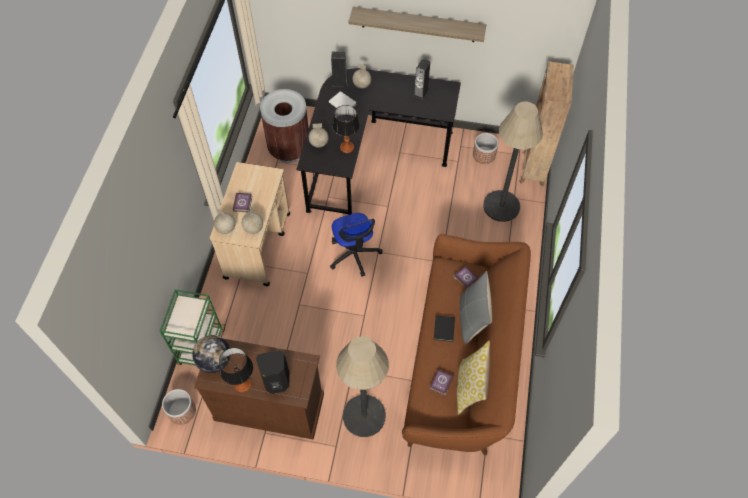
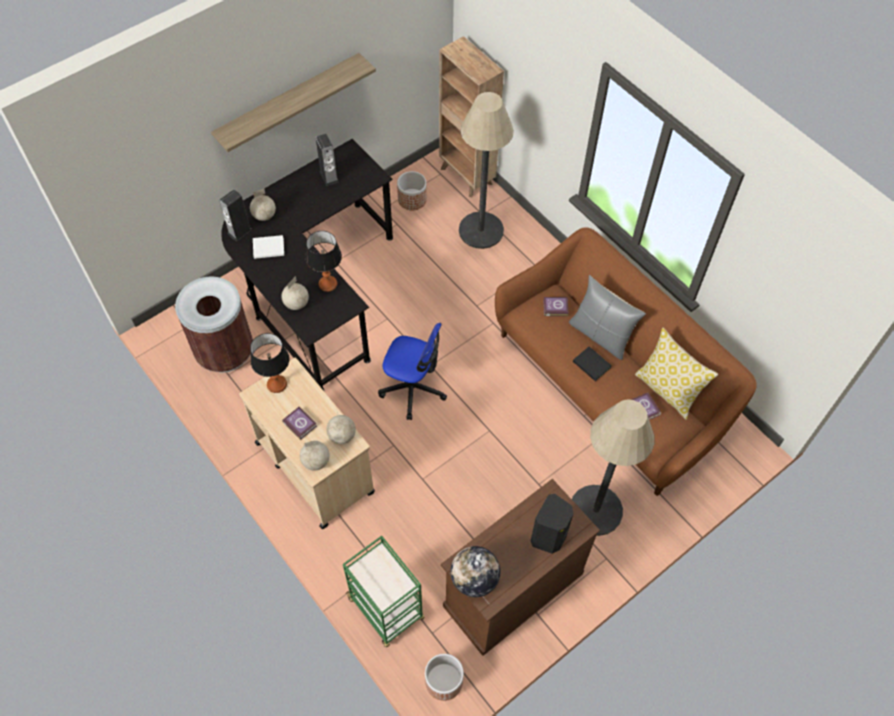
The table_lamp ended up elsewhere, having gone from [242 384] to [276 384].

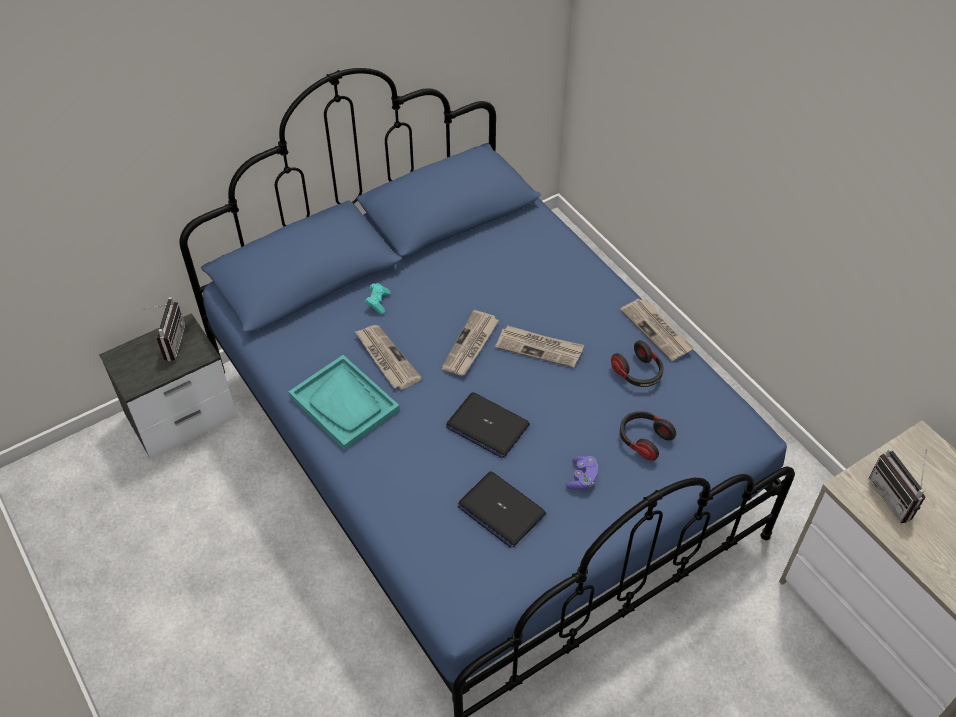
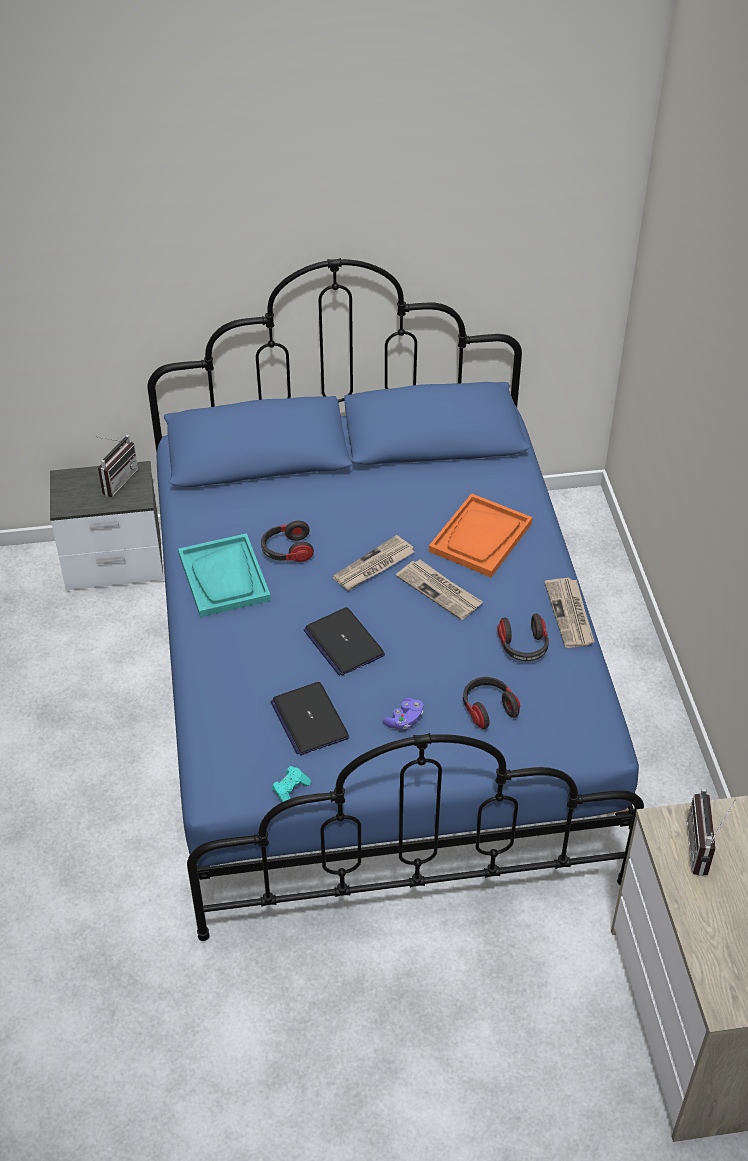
The turquoise_game_controller ended up elsewhere, having gone from [378 302] to [290 791]. Where the newspaper stood at [386 358], the headphones came to stand at [287 551]. The second view gained the orange_tray at [480 538].

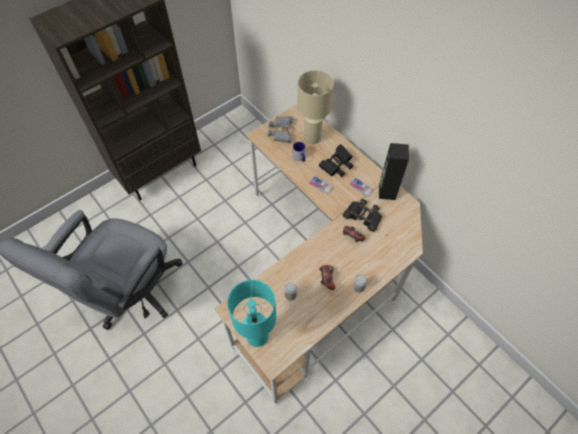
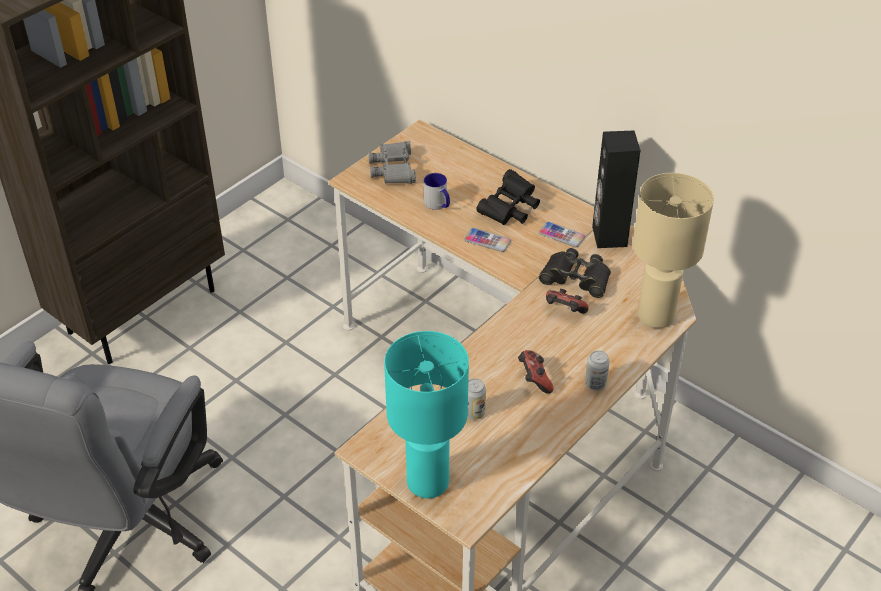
The beige_table_lamp ended up elsewhere, having gone from [311 138] to [655 317].

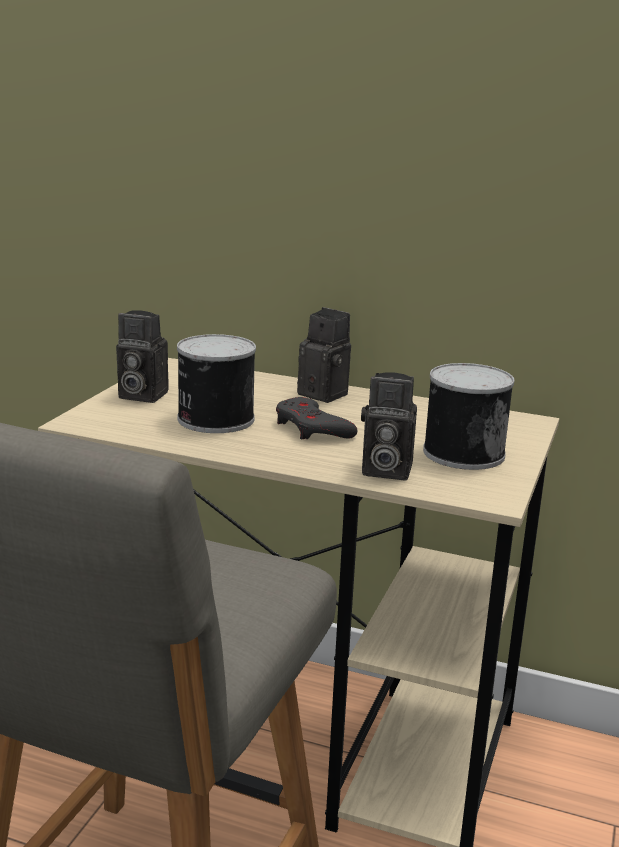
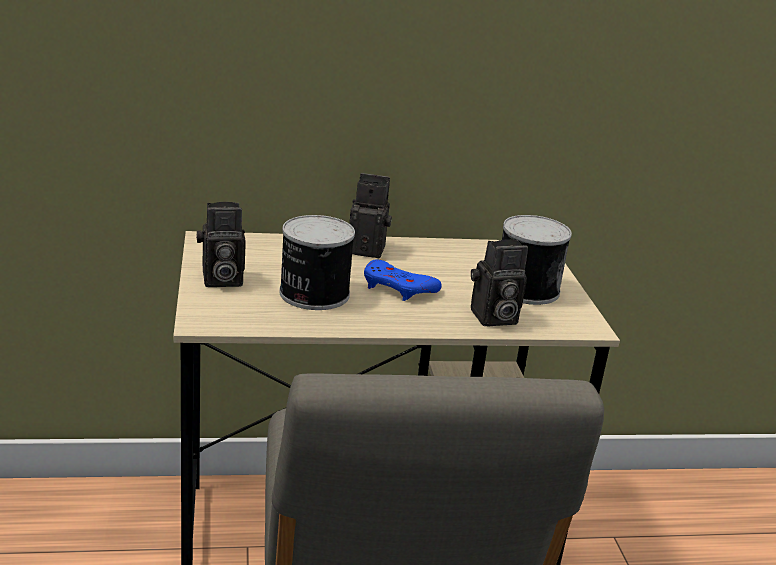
What was the grey_game_controller at [312 428] turned into the blue_game_controller at [398 287].

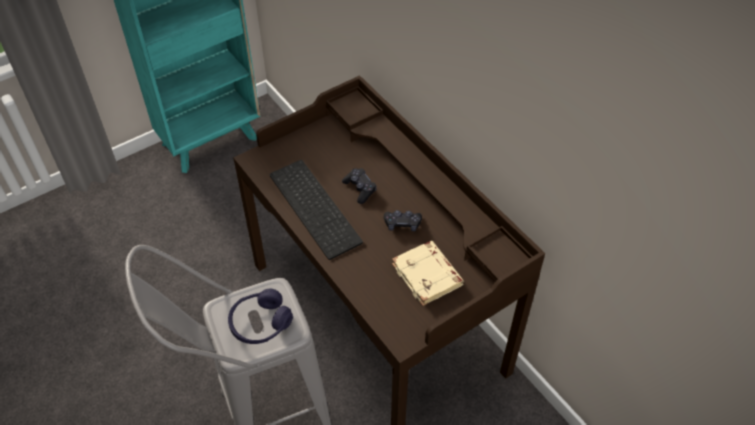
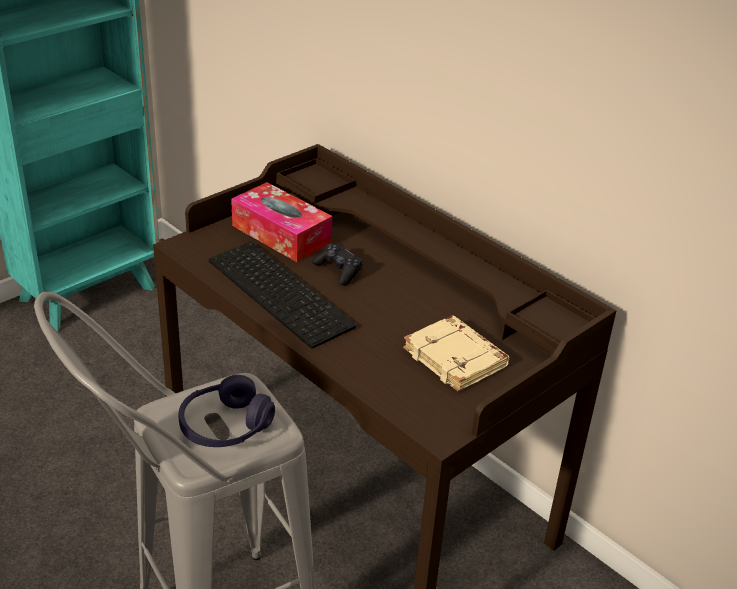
The second view lost the black_game_controller at [402 224]. The second view gained the tissue_box at [281 234].

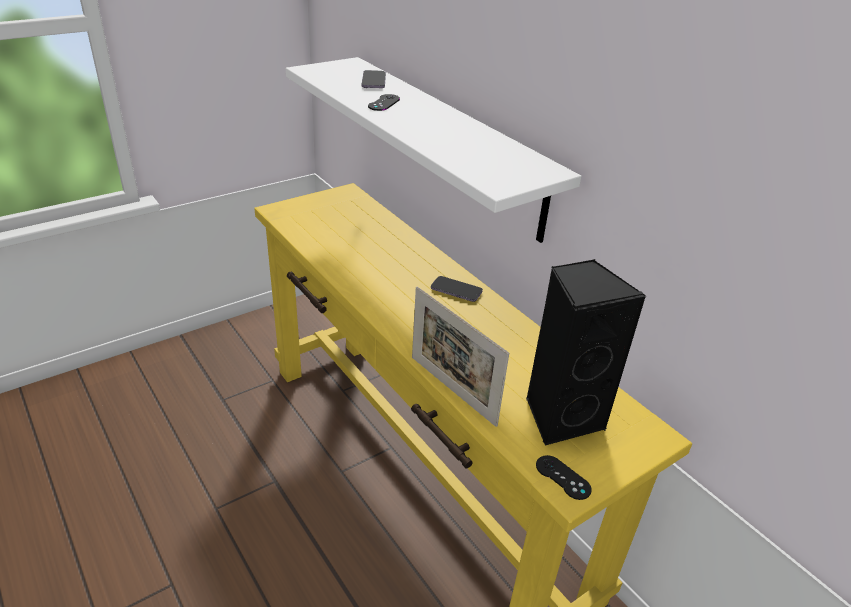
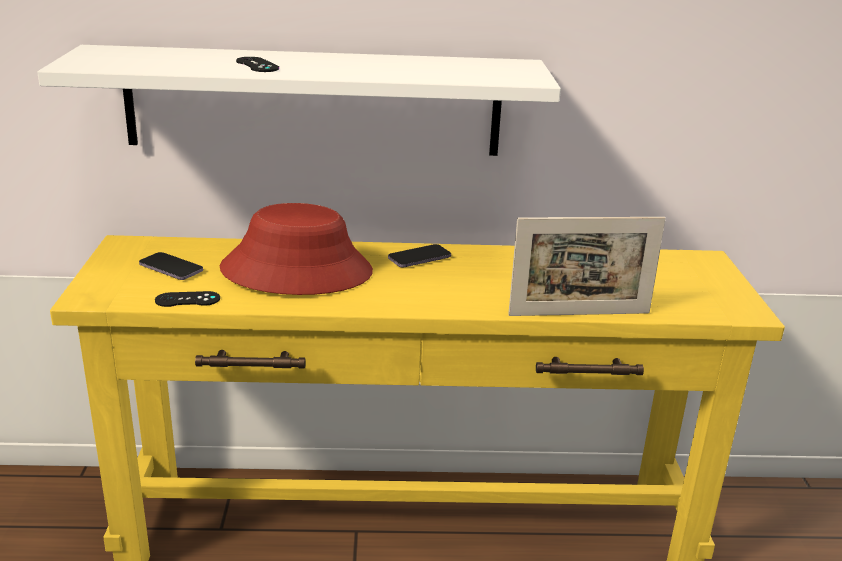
The phone ended up elsewhere, having gone from [373 81] to [171 268]. The second view lost the black_speaker at [561 416]. The black_game_controller ended up elsewhere, having gone from [563 477] to [187 299]. The second view gained the red_hat at [297 271].

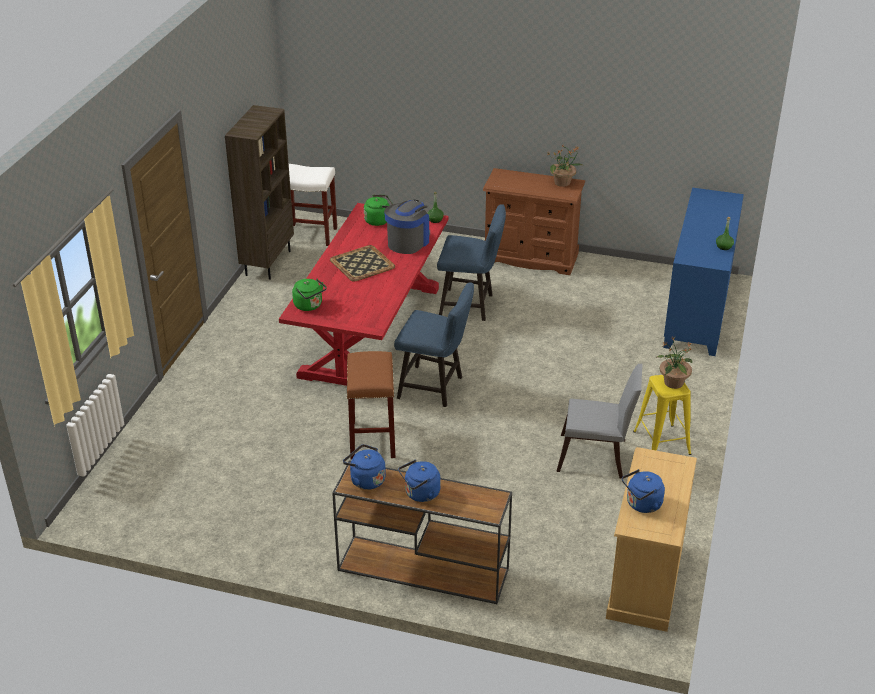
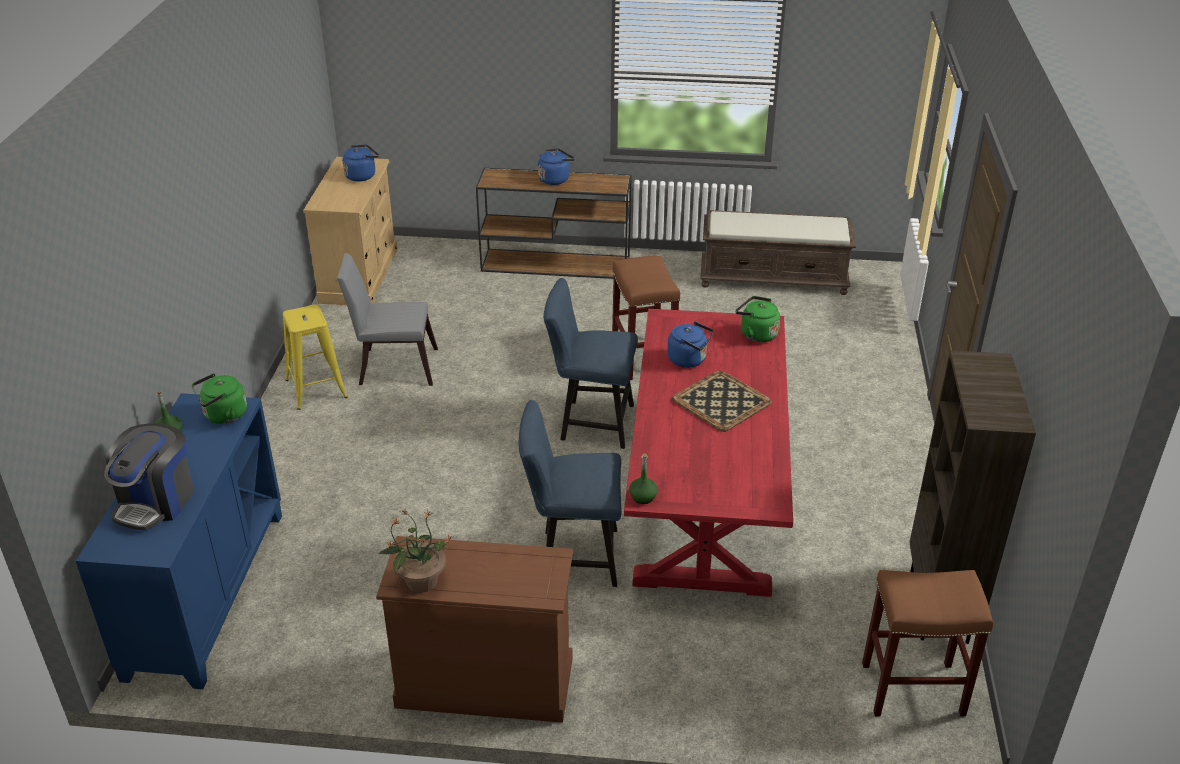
What was the white_stool at [311 235] turned into the brown_stool at [911 689]. The green_kettle ended up elsewhere, having gone from [379 220] to [223 416]. The coffee_machine ended up elsewhere, having gone from [408 242] to [156 502]. The second view lost the potted_plant at [673 383]. The blue_kettle ended up elsewhere, having gone from [365 480] to [689 360]. The second view gained the brown_bench at [774 278].

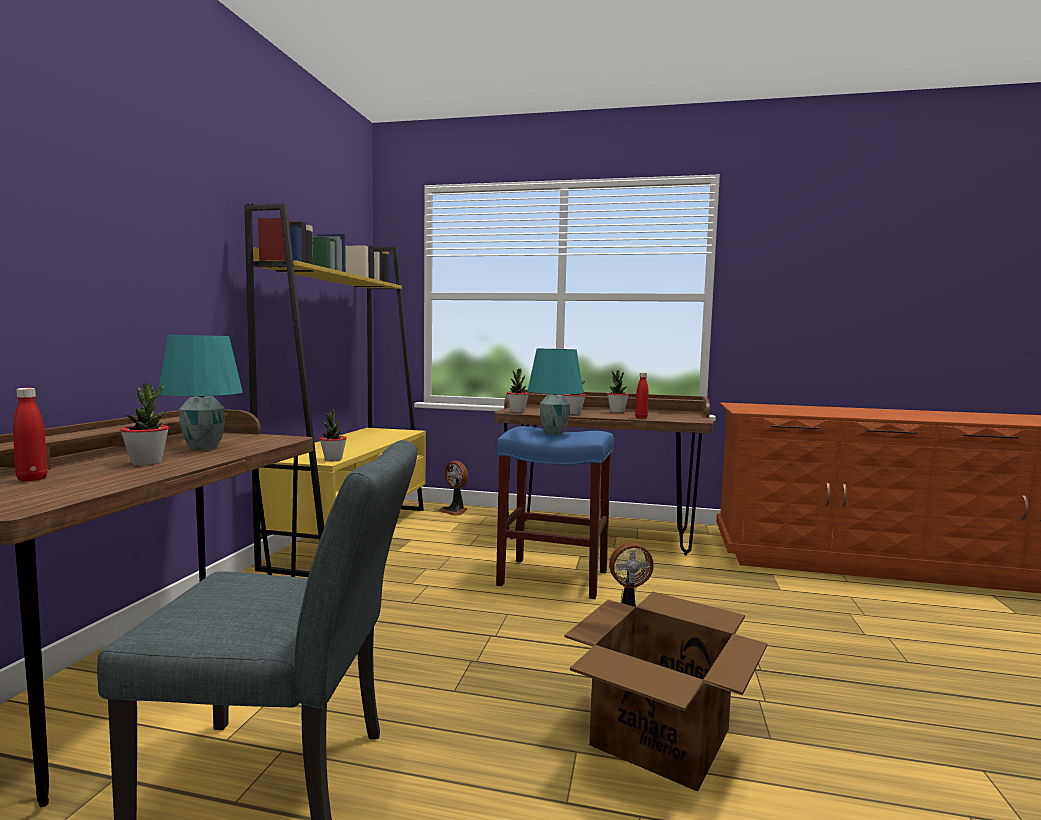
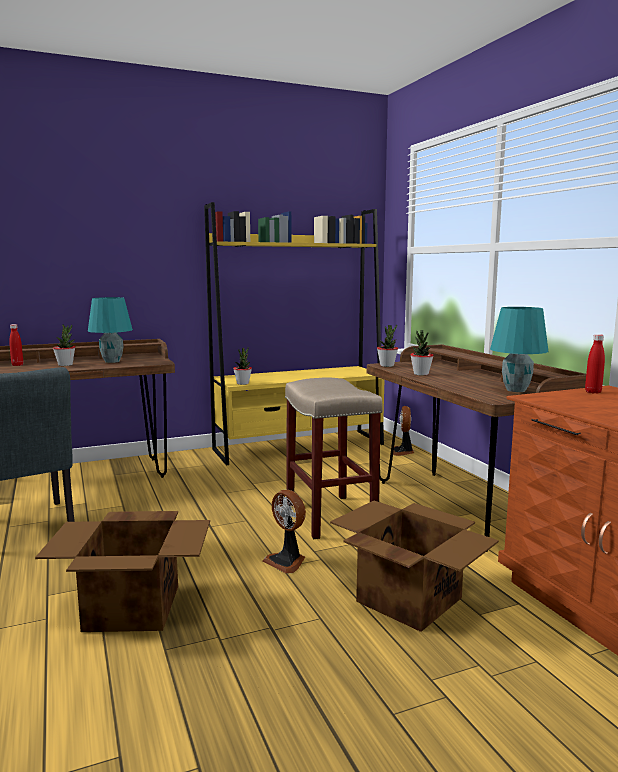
The turquoise_table_lamp ended up elsewhere, having gone from [554 432] to [516 390]. The second view lost the potted_plant at [617 412]. The red_bottle ended up elsewhere, having gone from [641 418] to [593 392]. What was the blue_stool at [551 578] turned into the beige_stool at [329 516]. The second view gained the cardboard_box at [408 598].

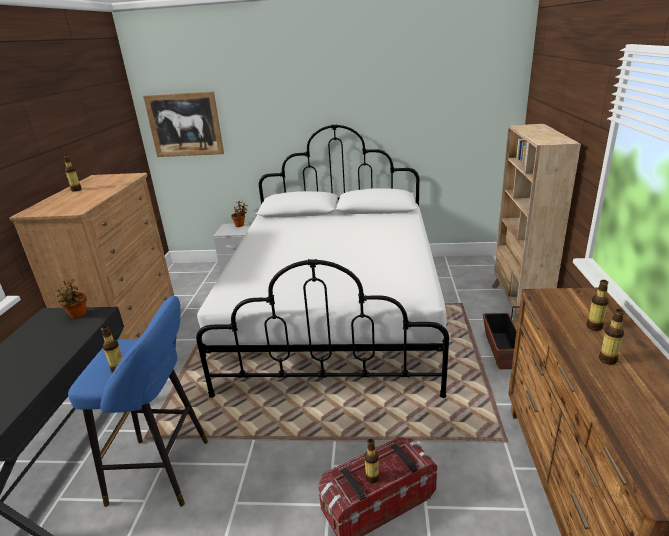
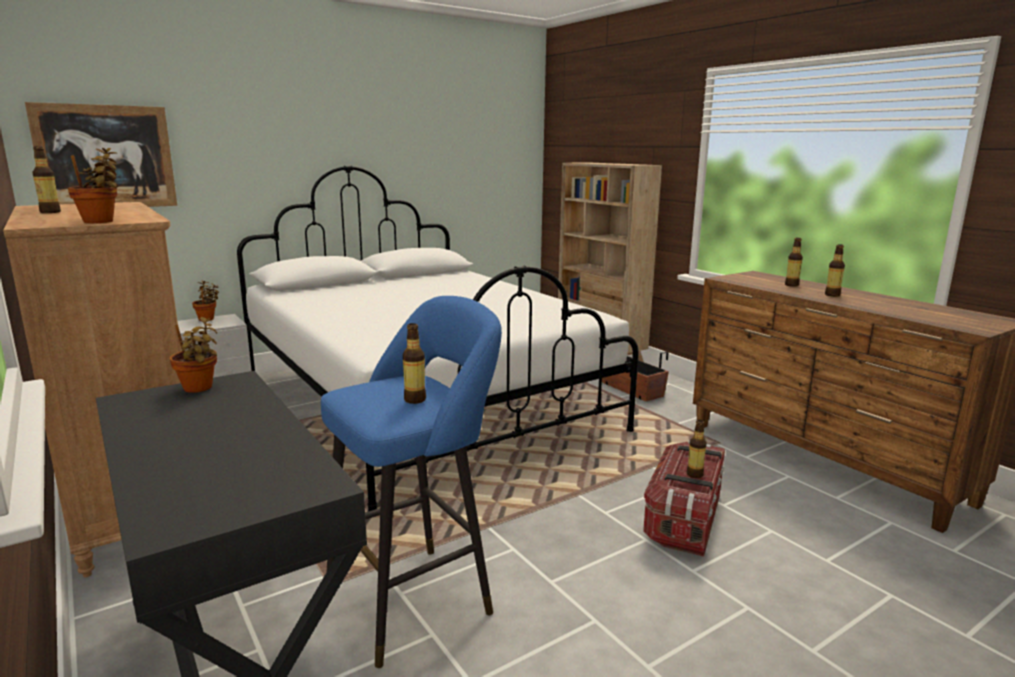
The second view gained the potted_plant at [101 222].

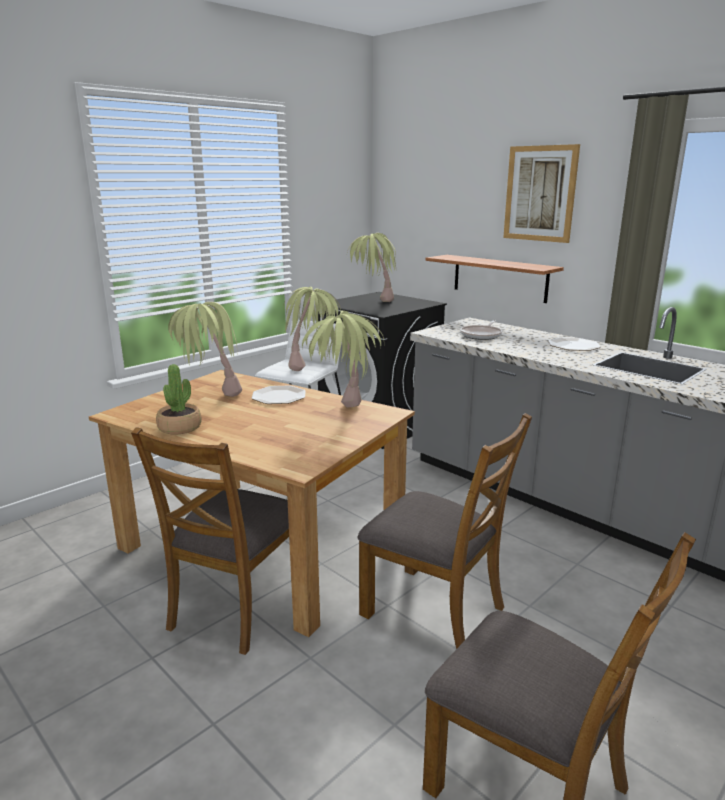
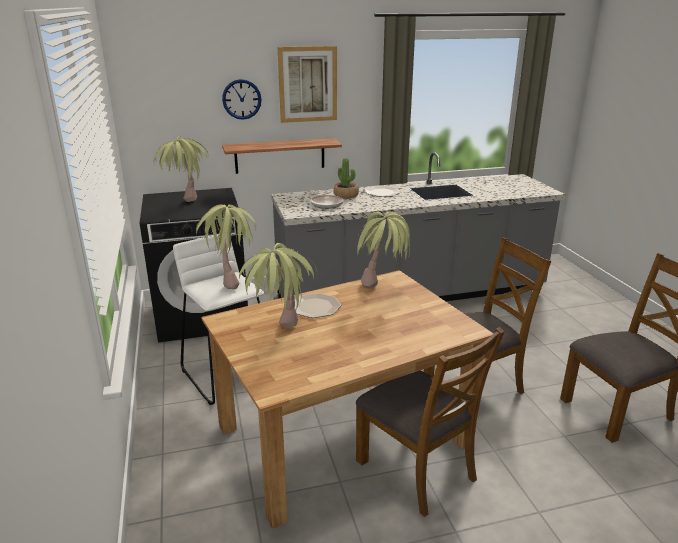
The potted_plant ended up elsewhere, having gone from [180 427] to [346 195]. The second view gained the wall_clock at [241 99].

